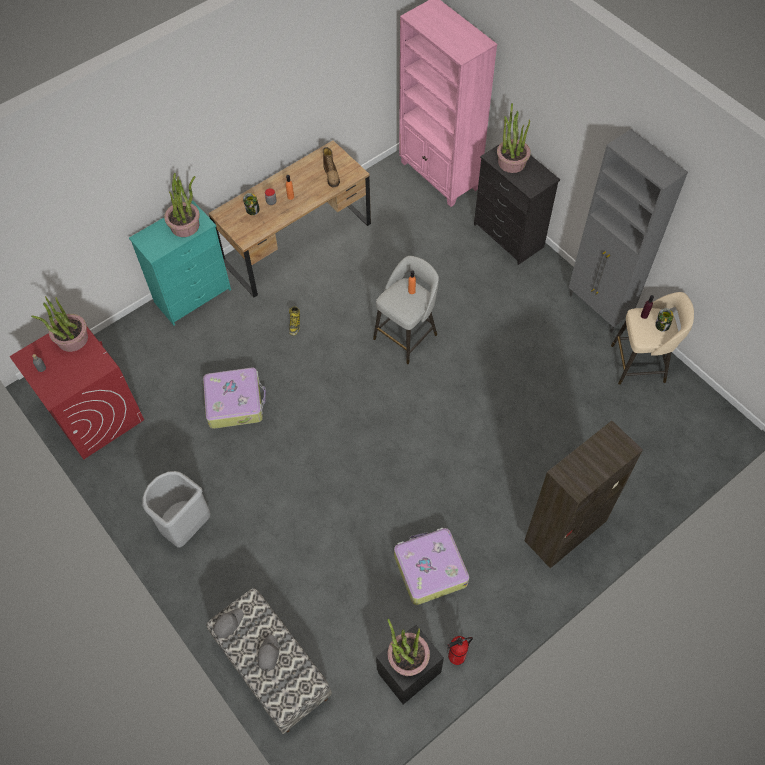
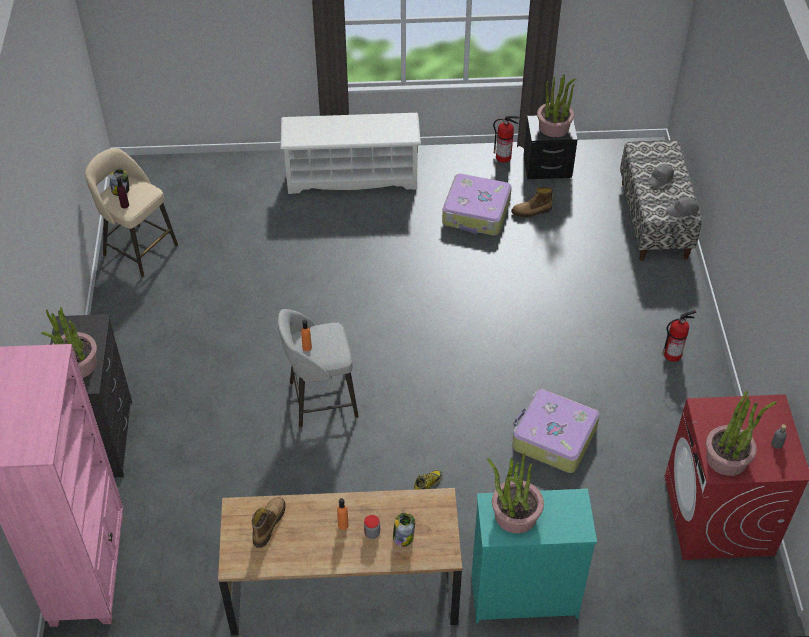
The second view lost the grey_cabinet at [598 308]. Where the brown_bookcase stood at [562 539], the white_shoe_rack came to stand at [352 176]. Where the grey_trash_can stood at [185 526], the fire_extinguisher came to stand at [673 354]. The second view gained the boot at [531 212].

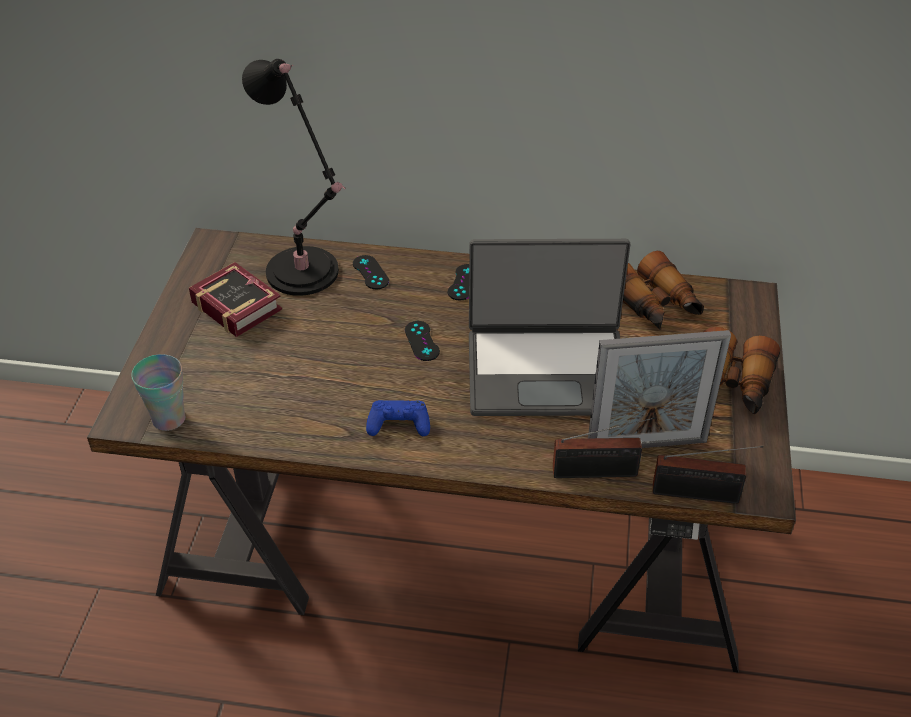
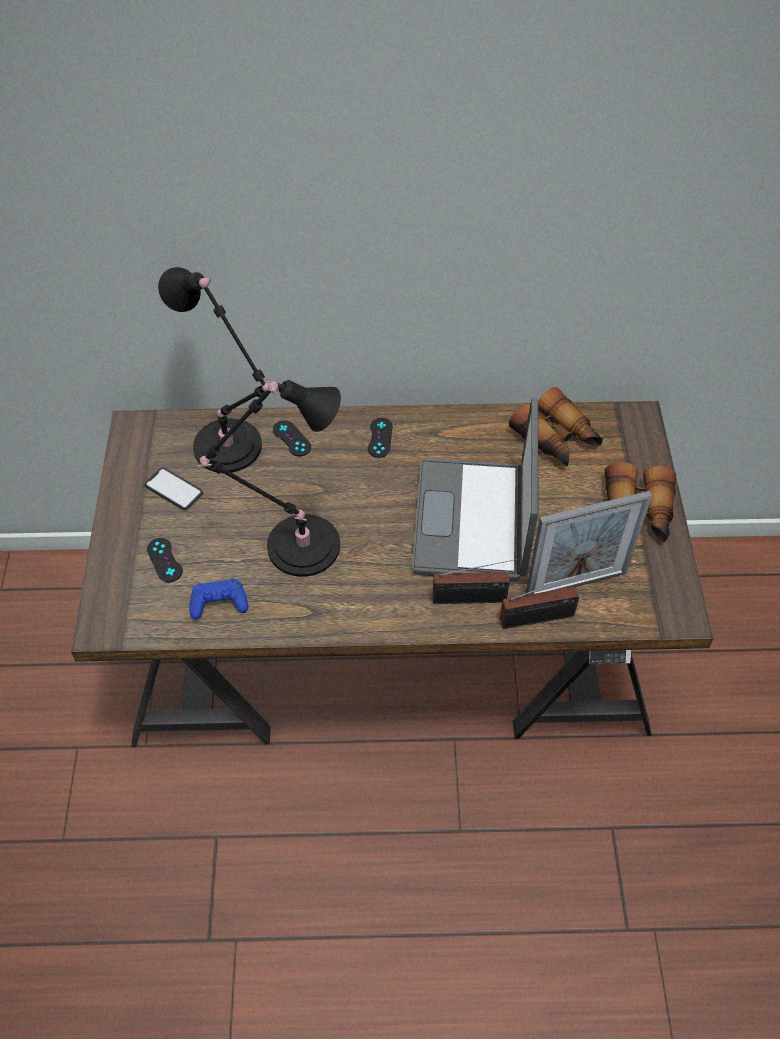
The laptop at [546 371] ended up facing another way, 105 degrees clockwise from before. Where the book stood at [236 303], the phone came to stand at [174 489]. The black_game_controller ended up elsewhere, having gone from [422 341] to [164 560]. The second view lost the cup at [169 419]. The blue_game_controller ended up elsewhere, having gone from [398 424] to [219 602]. The radio ended up elsewhere, having gone from [700 495] to [473 599]. The second view gained the black_table_lamp at [297 546].

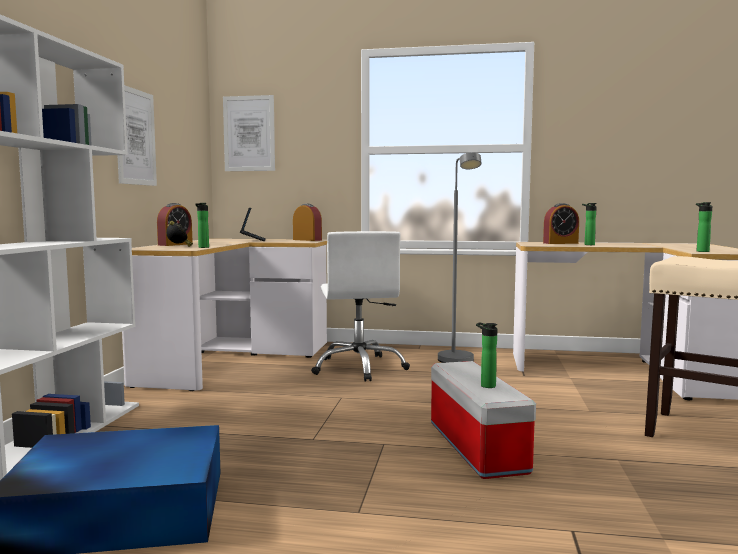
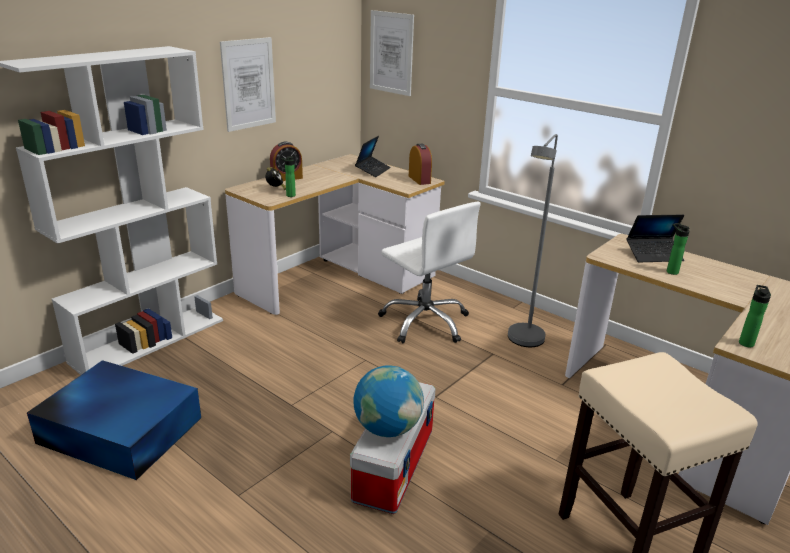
Where the alarm_clock stood at [560 243], the laptop came to stand at [653 255]. The white_office_chair at [359 368] ended up facing another way, 60 degrees counterclockwise from before. Where the bottle stood at [486 385], the globe came to stand at [387 428].

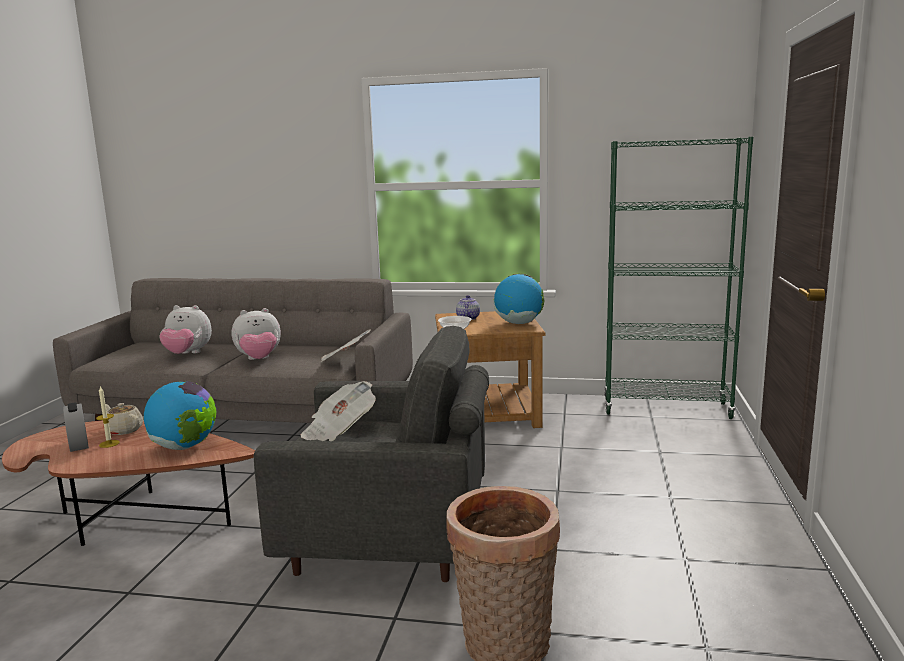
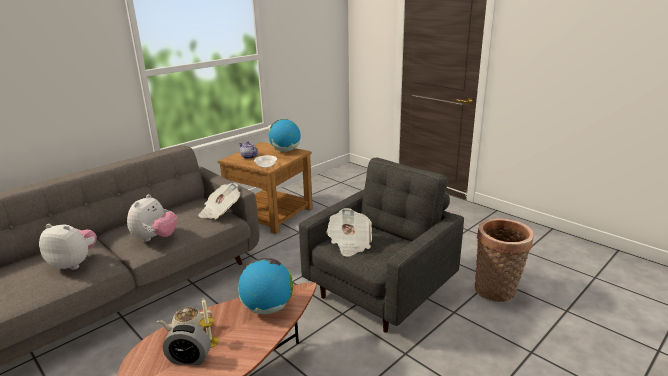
The second view lost the green_bookcase at [666 409]. The plush_toy at [187 354] ended up facing another way, 120 degrees counterclockwise from before.

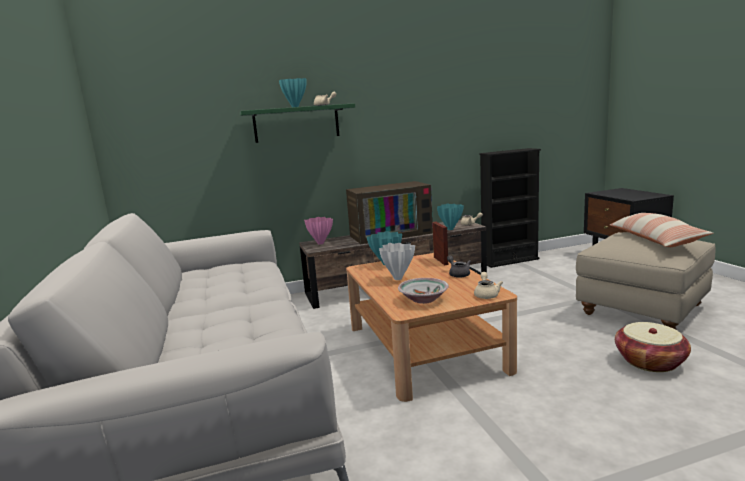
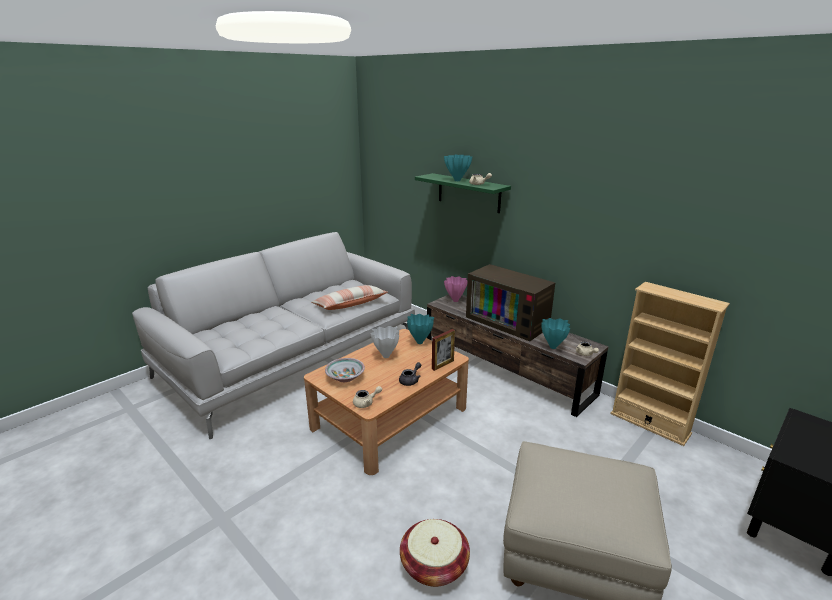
What was the black_bookcase at [510 261] turned into the beige_bookcase at [649 423]. The pillow ended up elsewhere, having gone from [655 239] to [350 304].

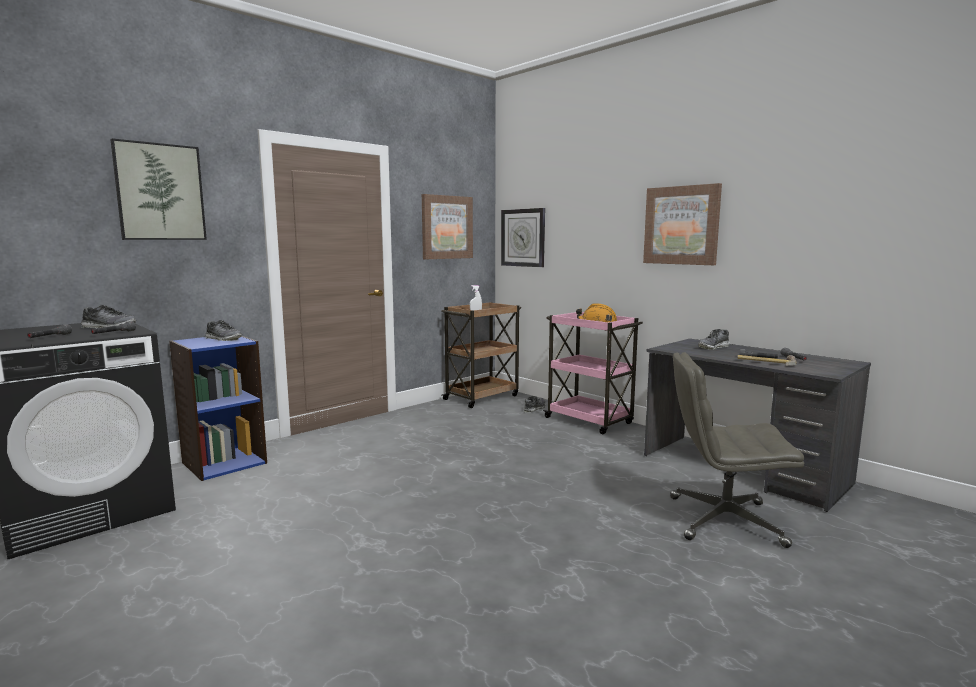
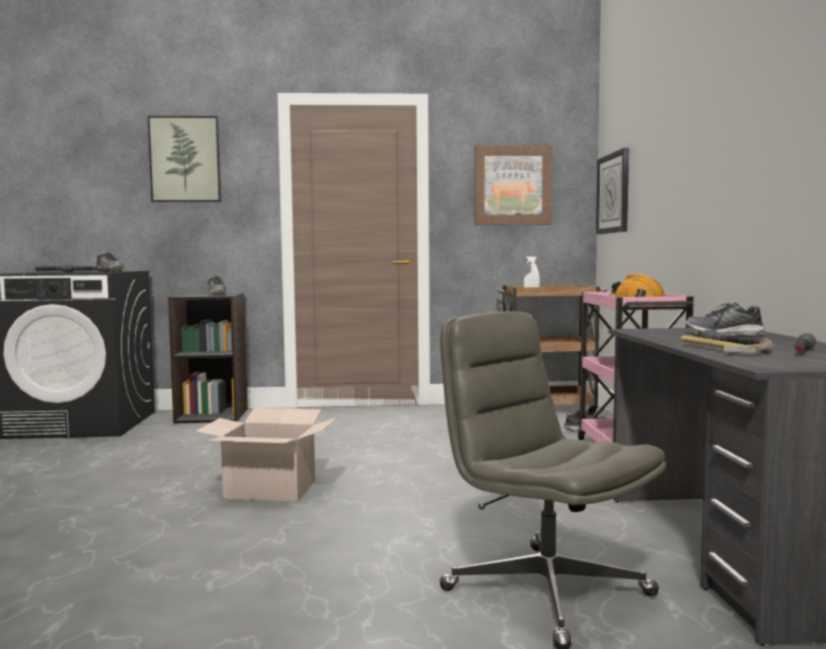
The second view lost the picture at [681 225]. What was the blue_bookcase at [224 462] turned into the black_bookcase at [212 415]. The second view gained the cardboard_box at [271 489].

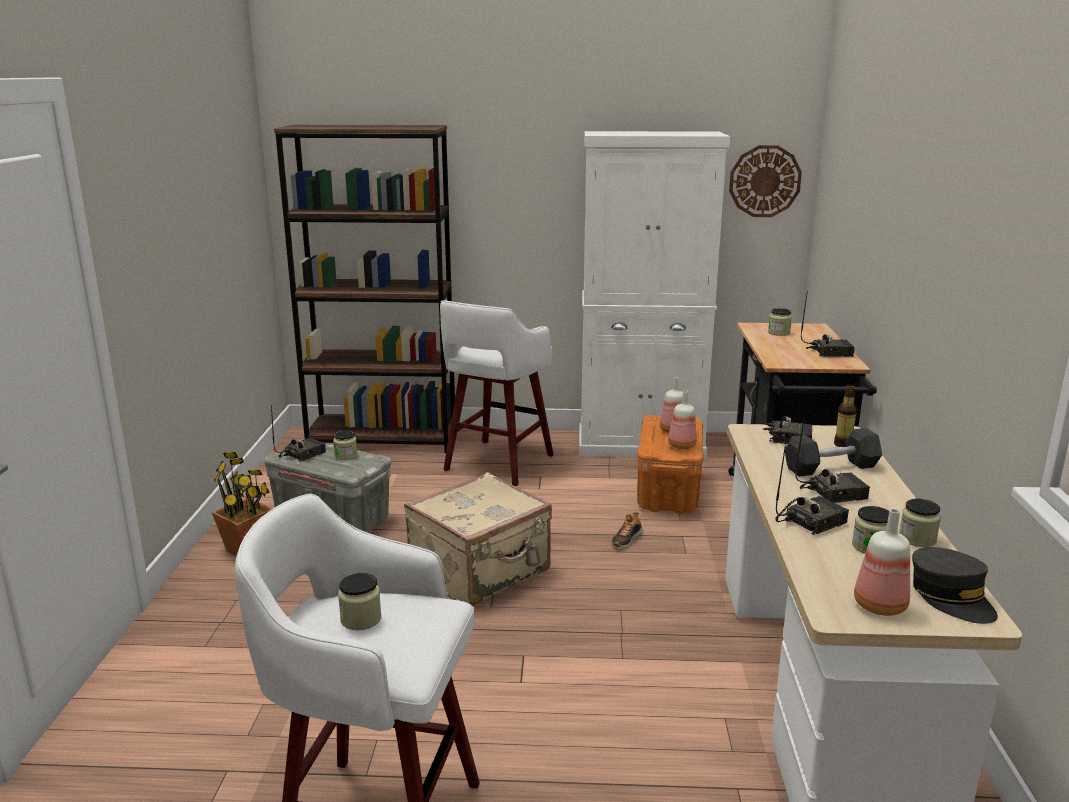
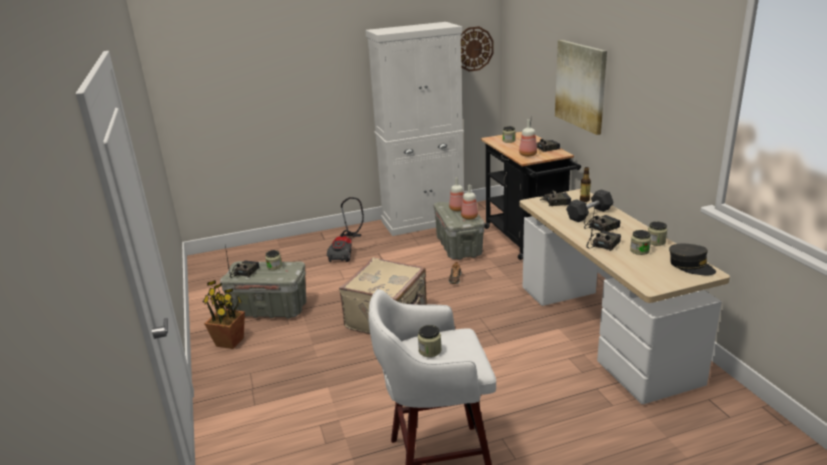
The second view lost the brown_bookcase at [383 440]. Where the white_stool stood at [497 464], the vacuum_cleaner came to stand at [346 251]. What was the orange_storage_box at [667 493] turned into the grey_storage_box at [458 246]. The bottle ended up elsewhere, having gone from [878 605] to [527 155]. The second view gained the picture at [581 85].

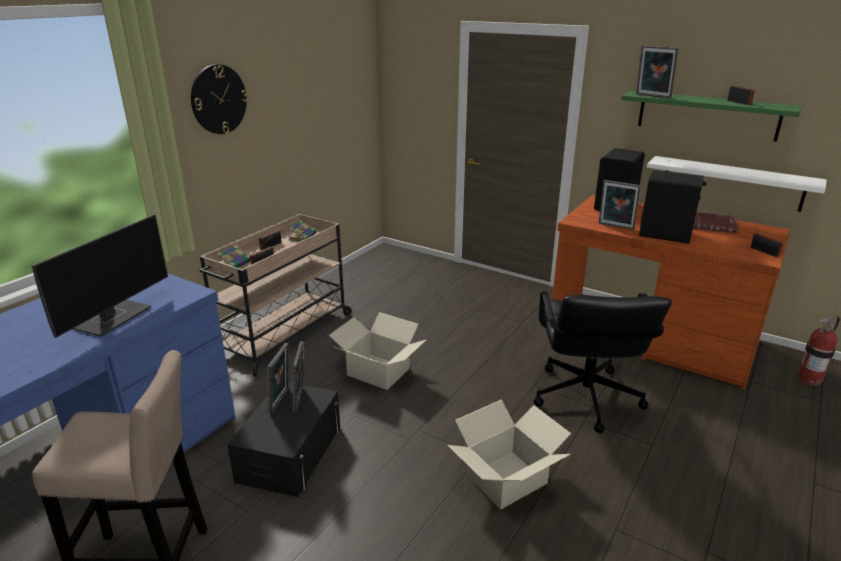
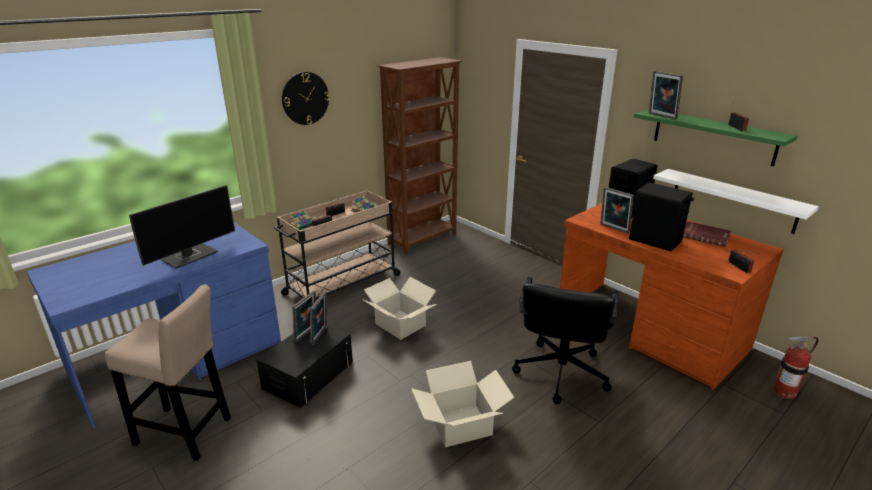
The second view gained the brown_bookcase at [423 239].

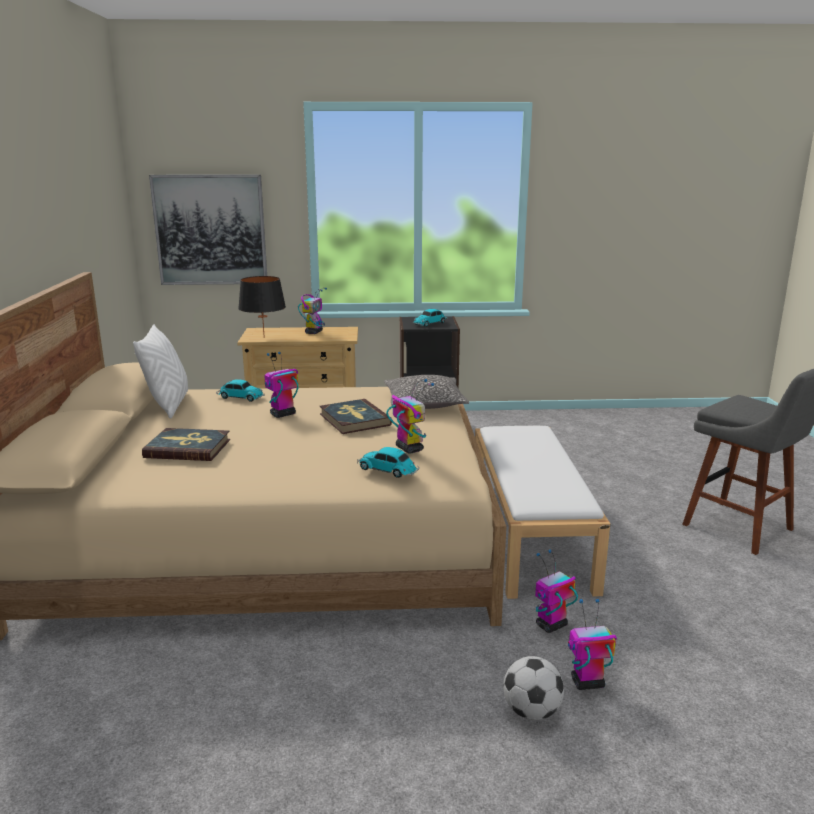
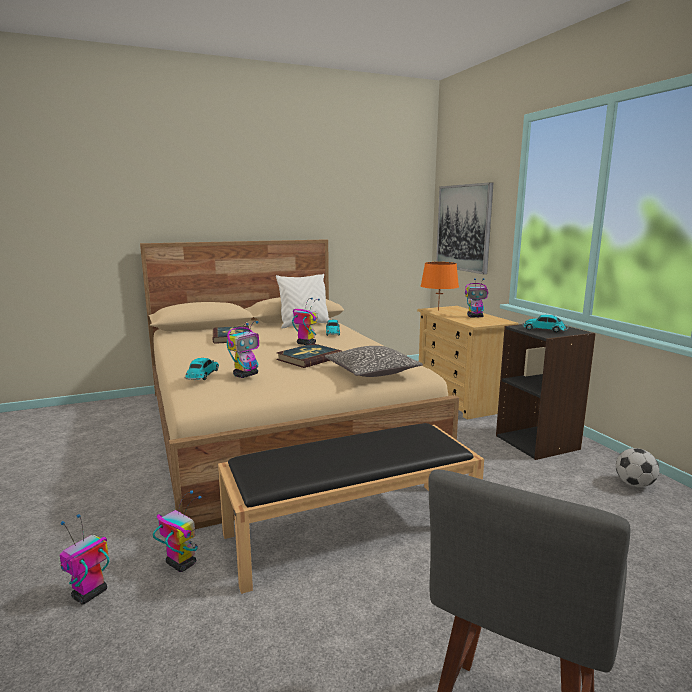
What was the black_table_lamp at [264 337] turned into the orange_table_lamp at [438 310]. What was the white_bench at [528 532] turned into the black_bench at [353 529]. The toy_robot at [586 683] ended up facing another way, 120 degrees counterclockwise from before. The football ended up elsewhere, having gone from [531 711] to [634 484].

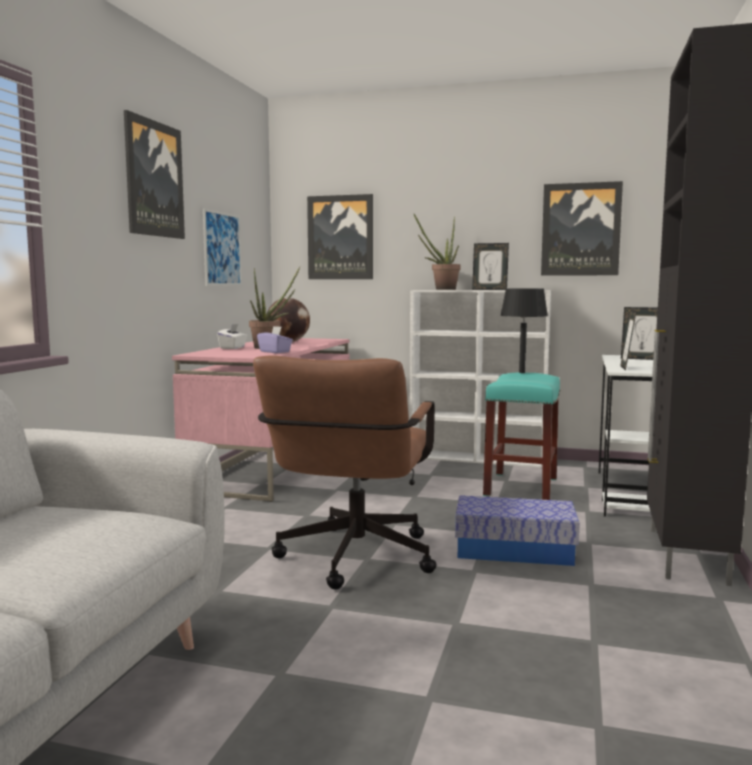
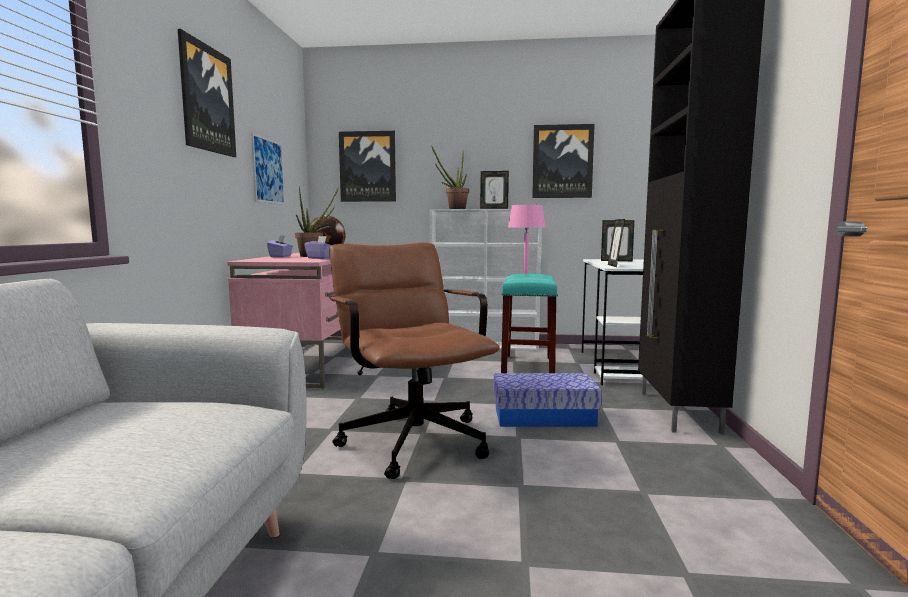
What was the black_table_lamp at [522 372] turned into the pink_table_lamp at [525 273]. What was the white_tissue_box at [233 348] turned into the purple_tissue_box at [281 256]. The brown_office_chair at [352 562] ended up facing another way, 150 degrees clockwise from before.

